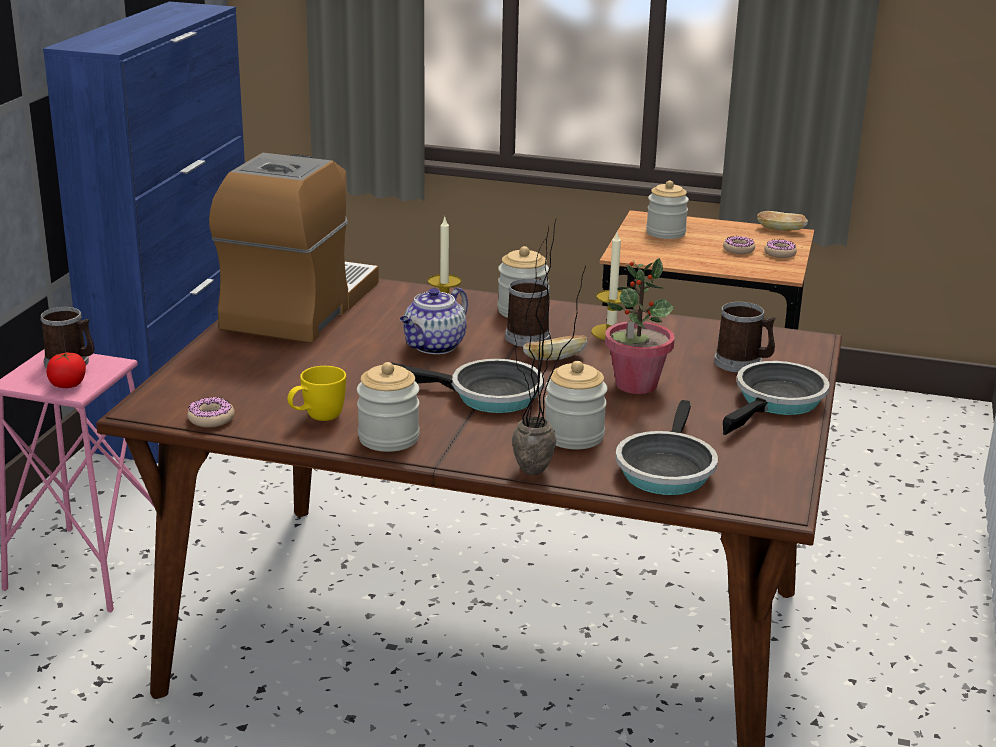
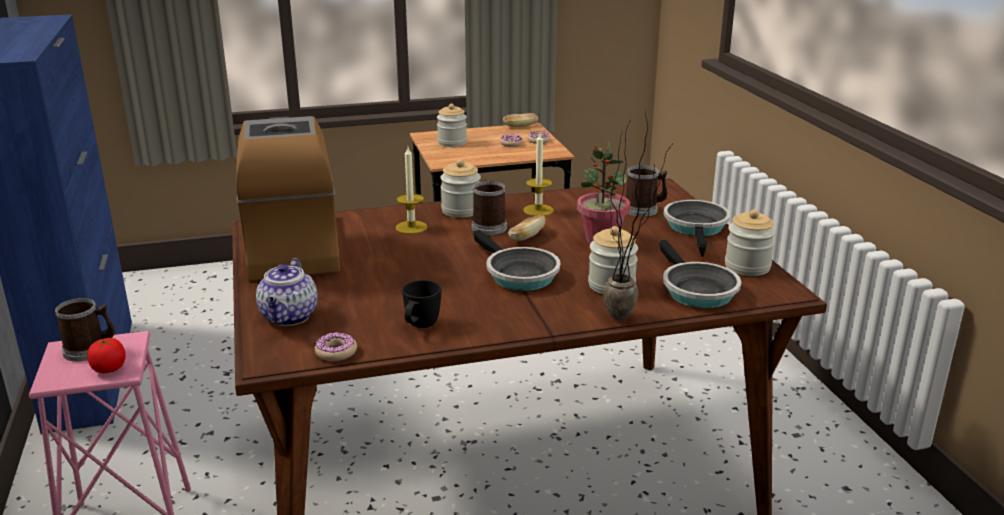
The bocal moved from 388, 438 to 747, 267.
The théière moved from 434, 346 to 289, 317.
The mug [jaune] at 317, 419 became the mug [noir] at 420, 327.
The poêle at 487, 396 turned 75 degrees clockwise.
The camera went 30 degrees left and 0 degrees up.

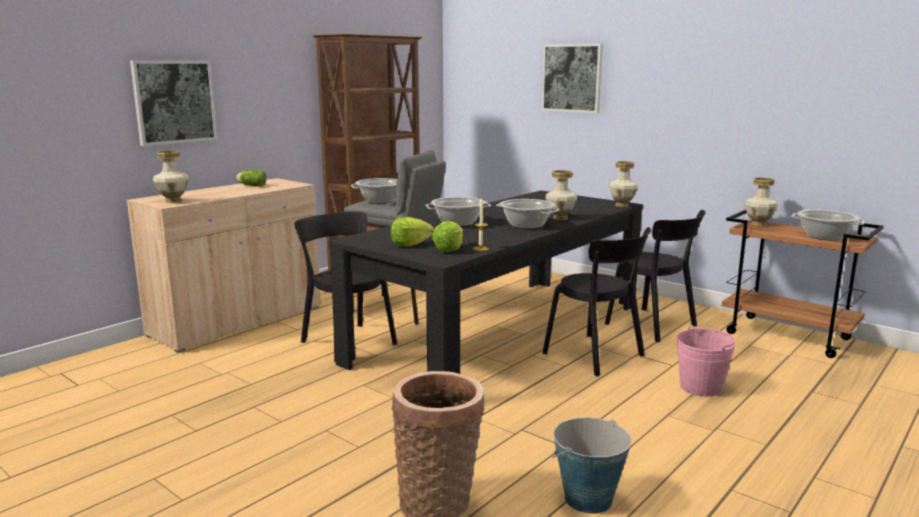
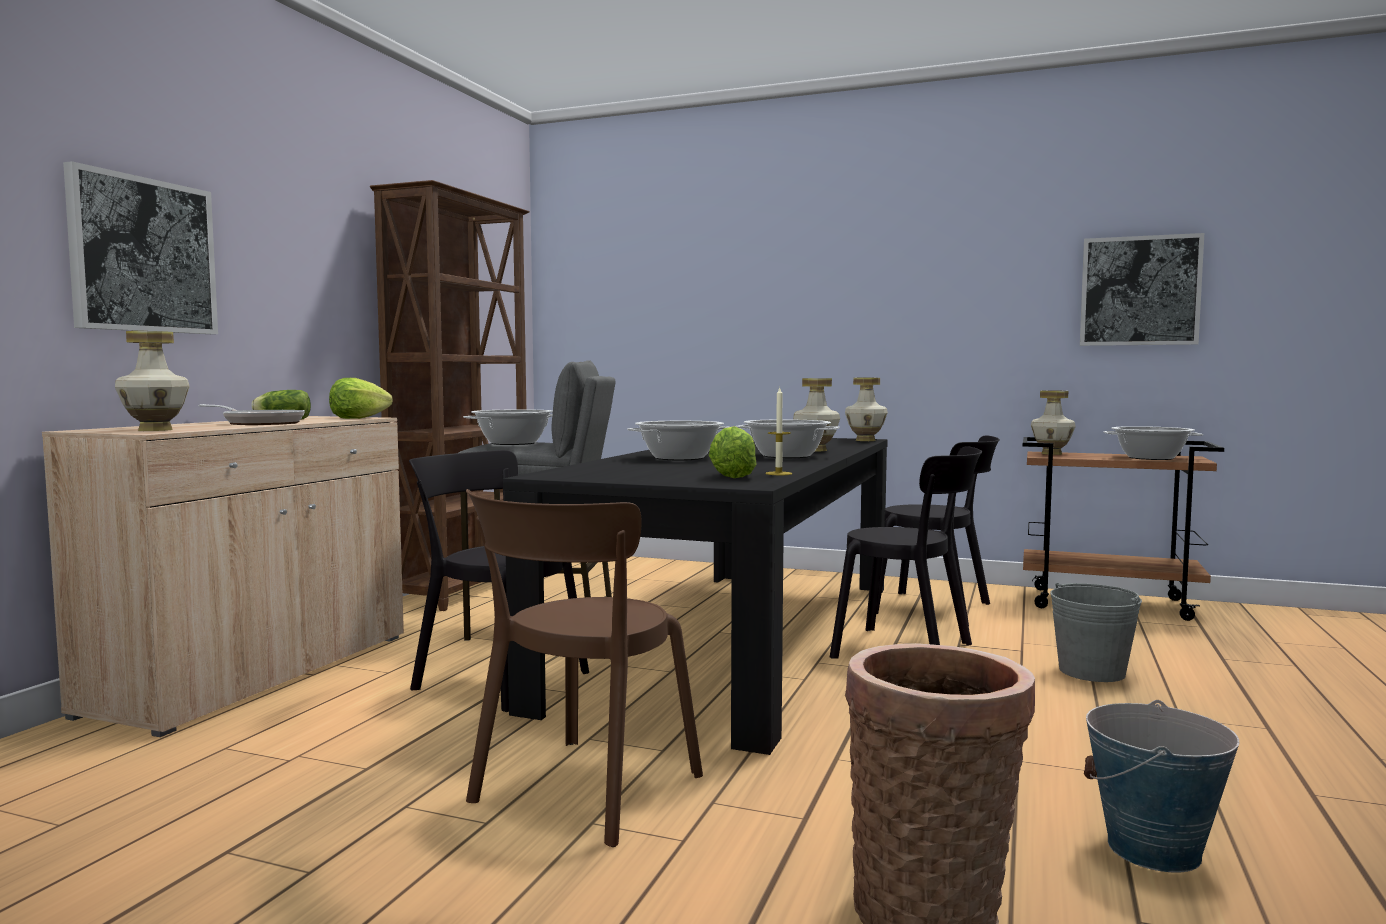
The poêle at 259, 423 appeared.
The chaise [marron] at 581, 793 appeared.
The laitue moved from 410, 244 to 358, 418.
The tableau moved from 572, 78 to 1139, 291.
The seau [rose] at 701, 387 became the seau [gris] at 1092, 671.
The camera went 20 degrees left and 10 degrees down.

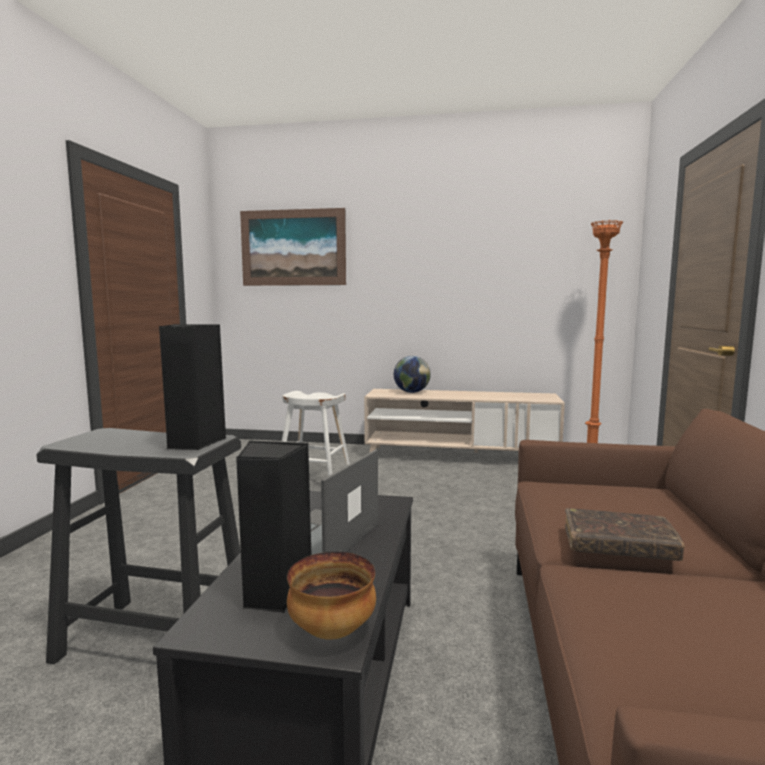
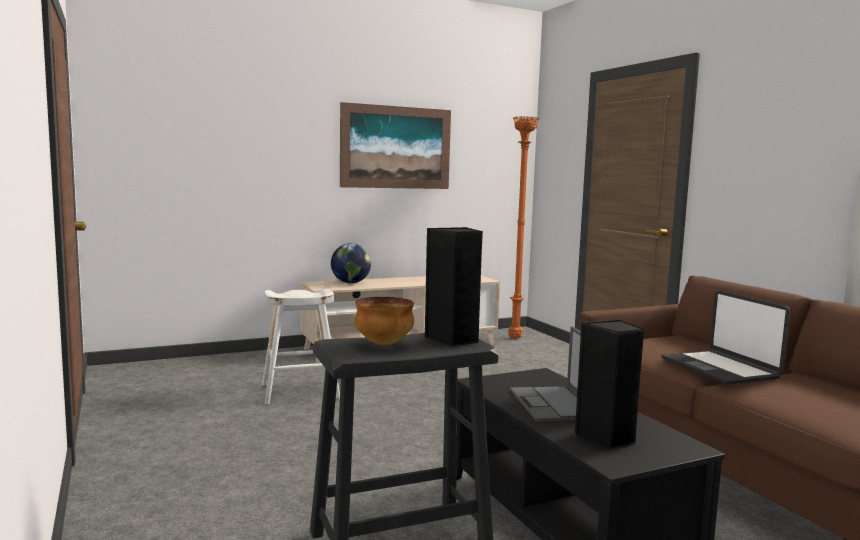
The tableau moved from 293, 248 to 396, 147.
The bol moved from 332, 630 to 383, 344.
The livre [marron] at 618, 545 was replaced by the ordinateur portable at 720, 368.
The camera went 35 degrees left and 0 degrees up.

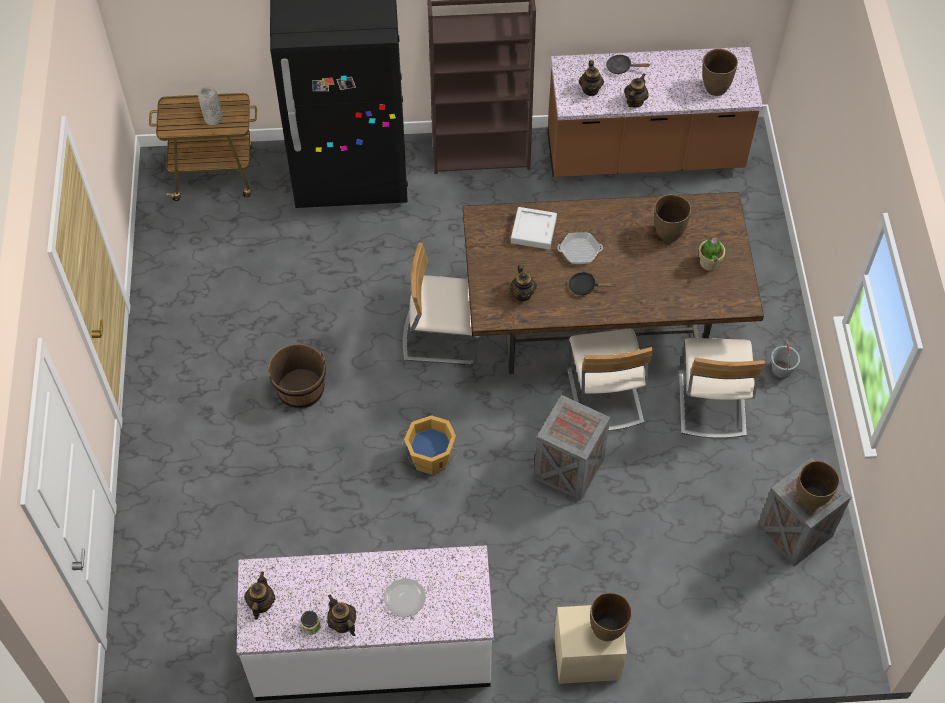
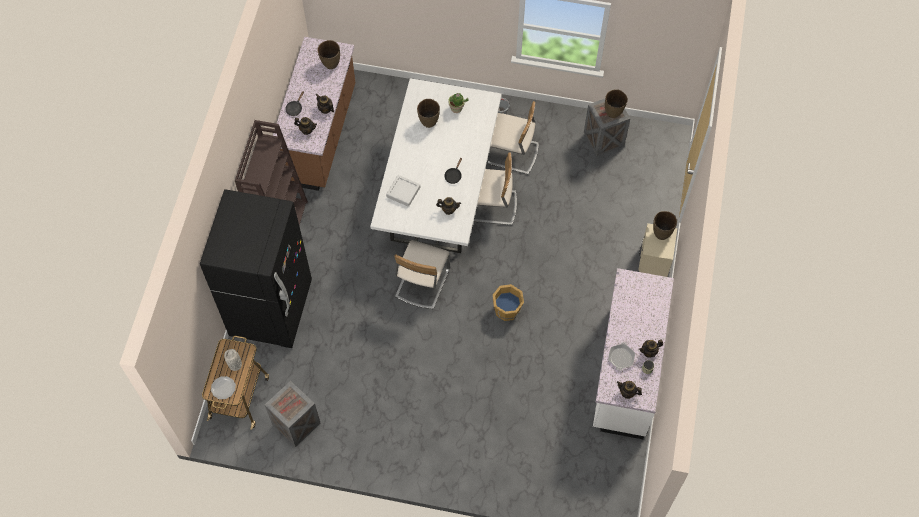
The seau [marron] at 301, 389 disappeared.
The assiette moved from 405, 598 to 223, 388.
The caisse moved from 569, 470 to 297, 424.
The poêle moved from 579, 251 to 621, 357.
The table à manger [marron] at 602, 322 became the table à manger [blanc] at 438, 193.
The camera went 75 degrees left and 5 degrees up.

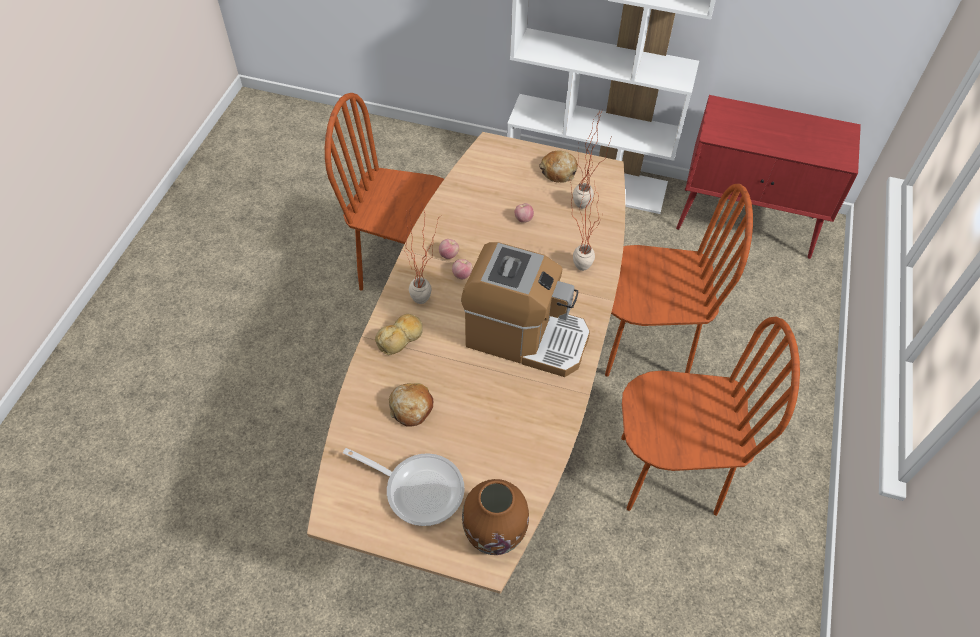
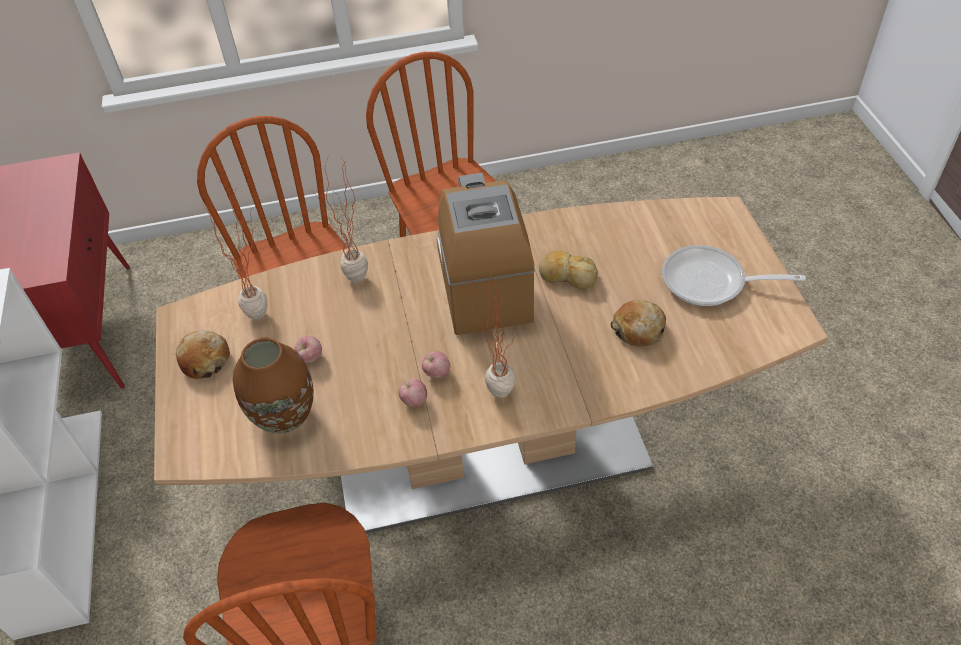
The pain moved from 400, 338 to 567, 276.
The vase [marron] moved from 494, 533 to 283, 416.
The poêle at 418, 488 turned 75 degrees counterclockwise.
The camera went 115 degrees left and 5 degrees down.

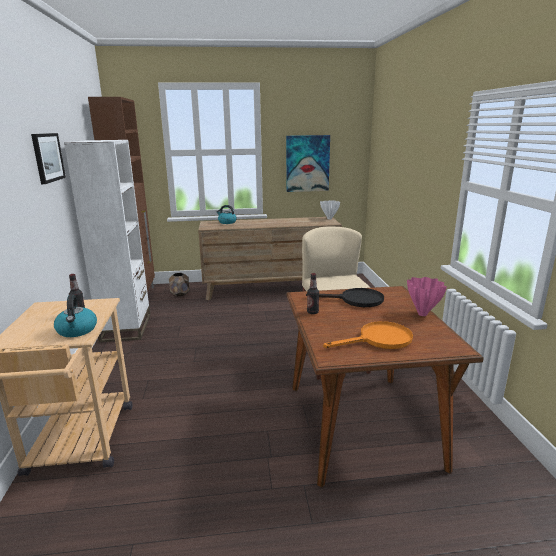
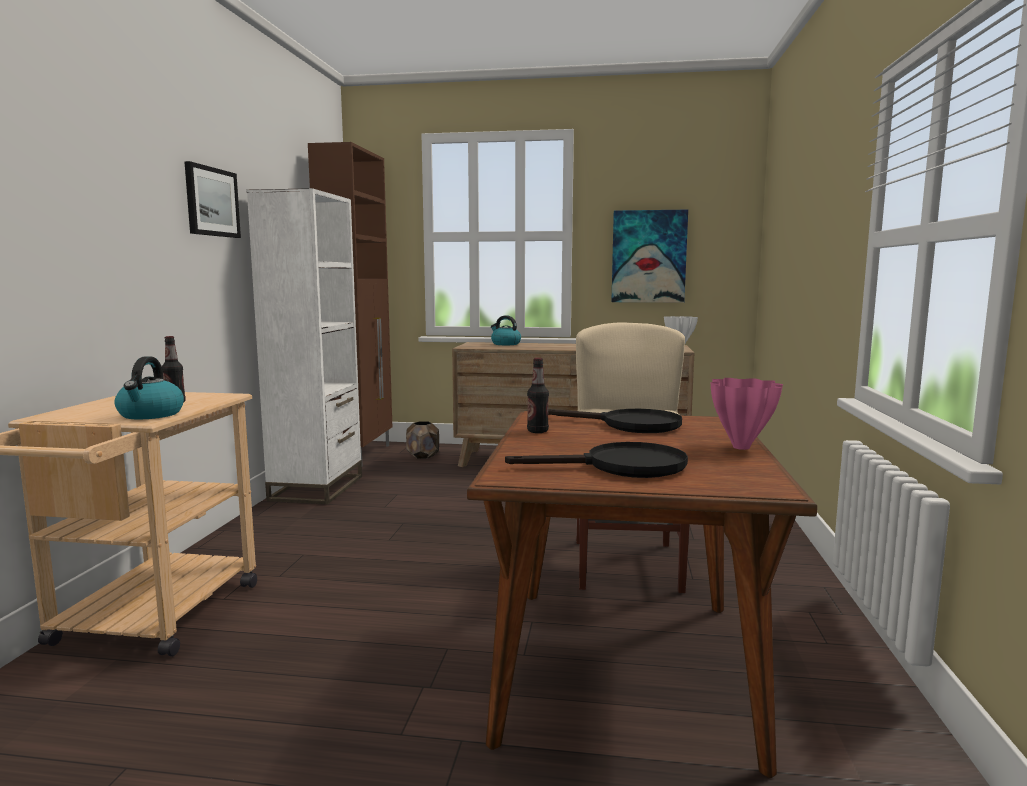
The poêle [orange] at 379, 340 became the poêle [noir] at 621, 467.
The camera went 15 degrees right and 10 degrees down.

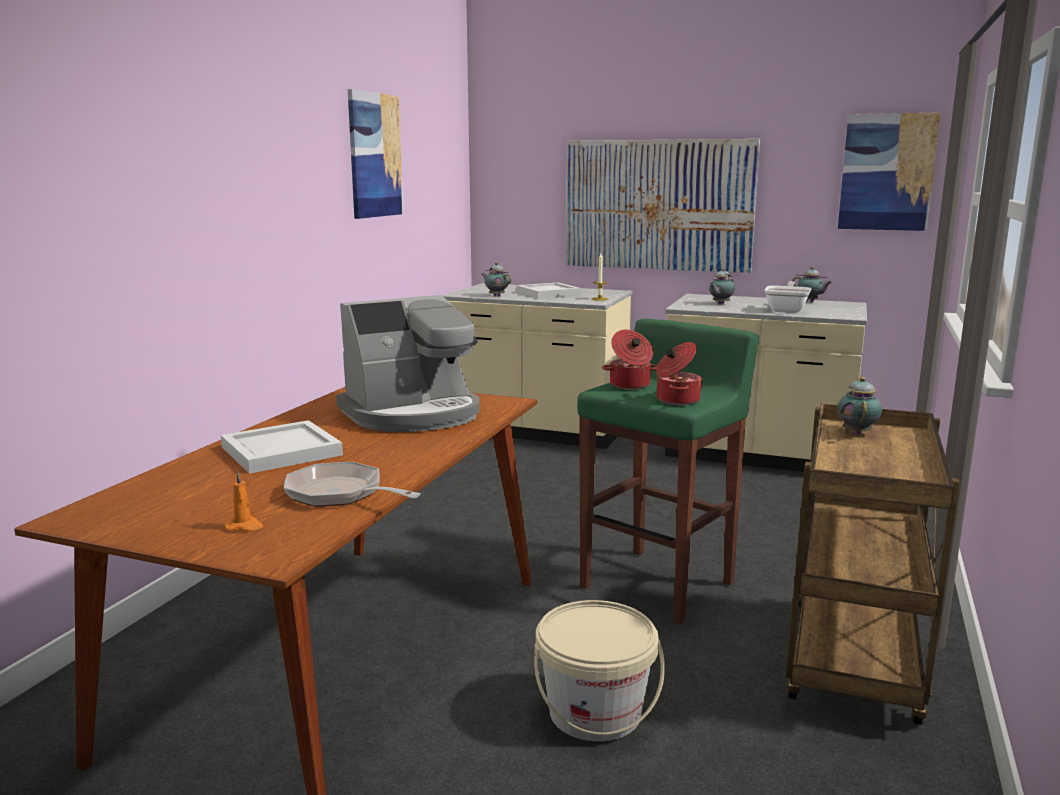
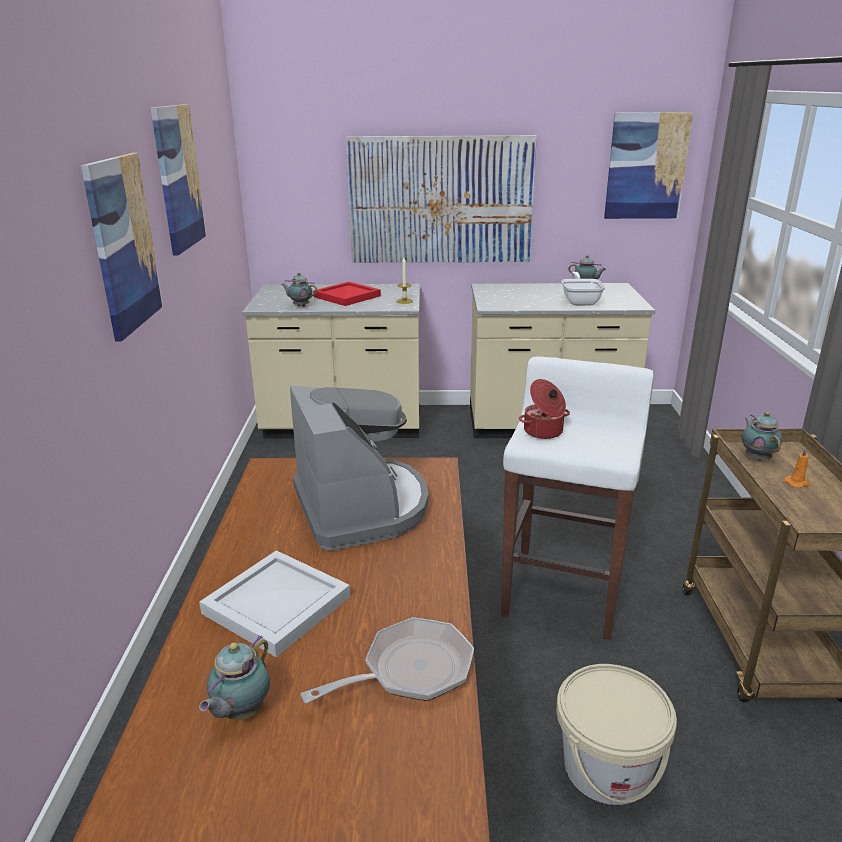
The marmite at 676, 400 disappeared.
The tableau at 123, 244 appeared.
The bougie [orange] moved from 245, 527 to 797, 483.
The théière moved from 720, 304 to 240, 712.
The plateau [blanc] at 549, 293 became the plateau [rouge] at 348, 296.
The tabouret [vert] at 659, 584 became the tabouret [blanc] at 563, 595.
The poêle at 340, 494 turned 135 degrees clockwise.
The machine à café at 413, 414 turned 60 degrees counterclockwise.
The camera went 20 degrees left and 10 degrees up.

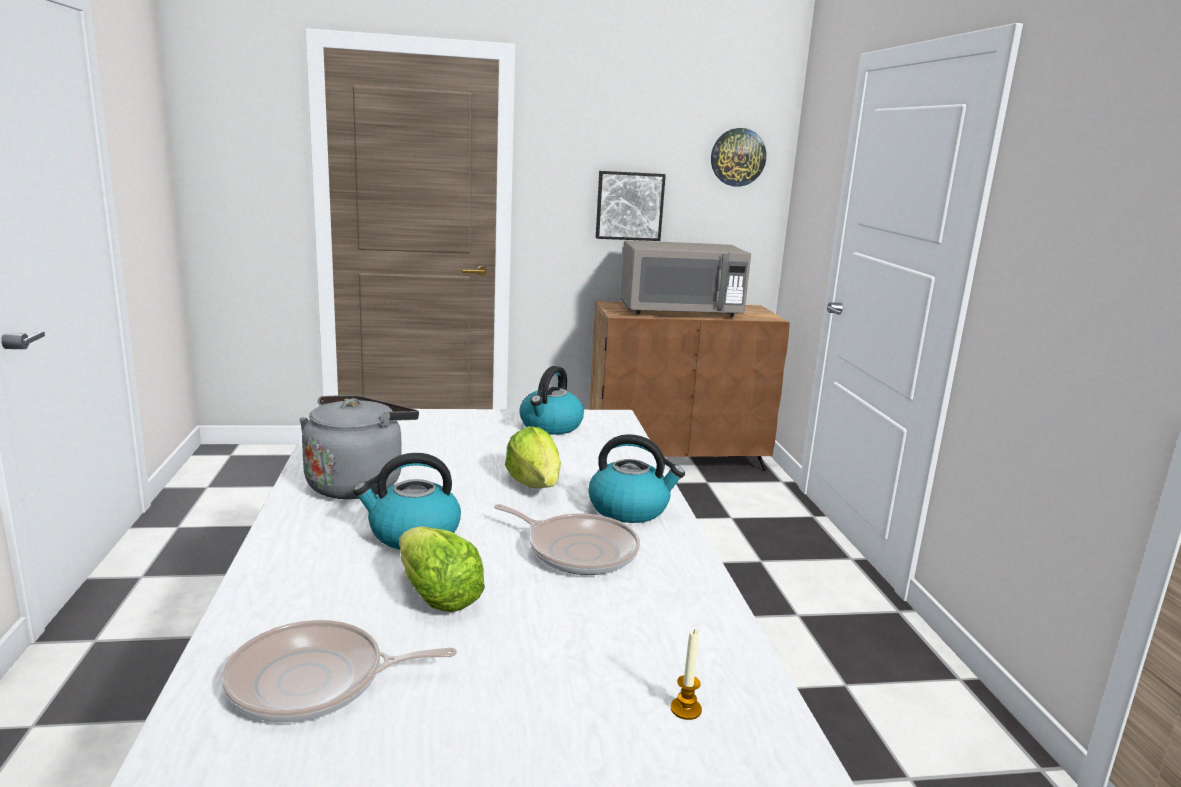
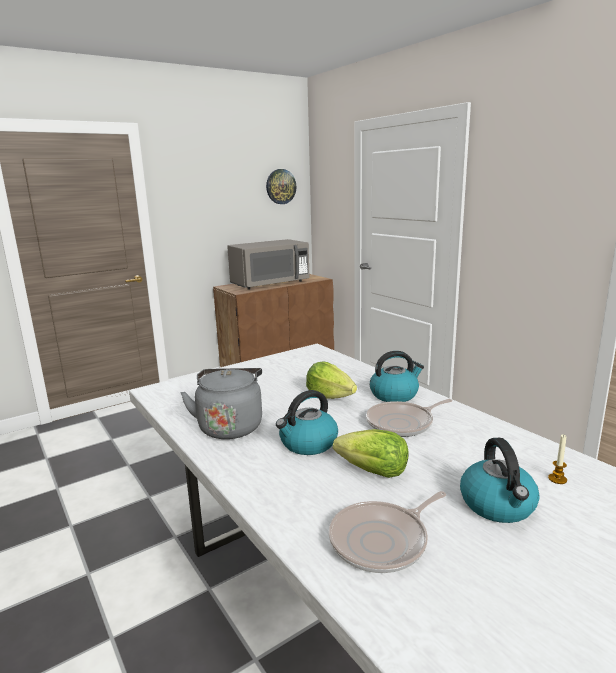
The tableau at 629, 206 disappeared.
The bouilloire moved from 550, 426 to 498, 505.
The poêle at 577, 550 turned 150 degrees clockwise.
The camera went 25 degrees left and 0 degrees up.

